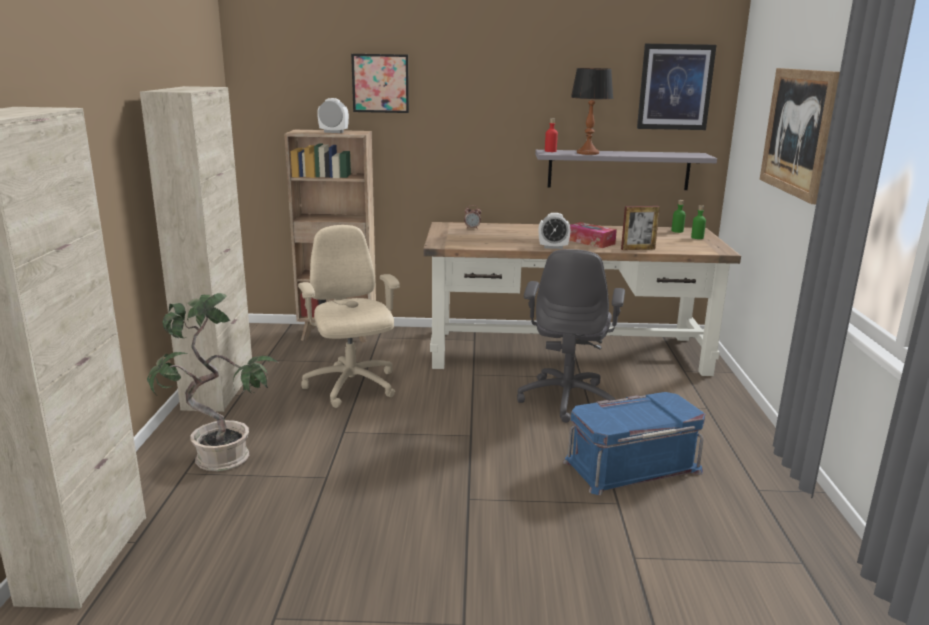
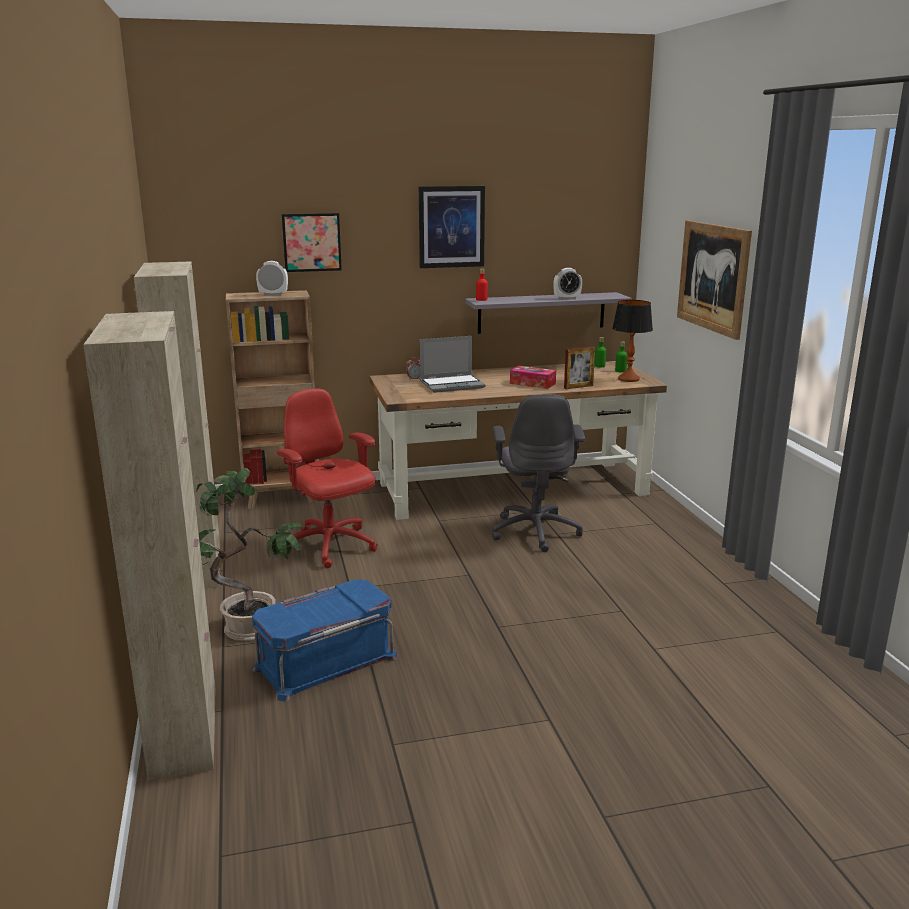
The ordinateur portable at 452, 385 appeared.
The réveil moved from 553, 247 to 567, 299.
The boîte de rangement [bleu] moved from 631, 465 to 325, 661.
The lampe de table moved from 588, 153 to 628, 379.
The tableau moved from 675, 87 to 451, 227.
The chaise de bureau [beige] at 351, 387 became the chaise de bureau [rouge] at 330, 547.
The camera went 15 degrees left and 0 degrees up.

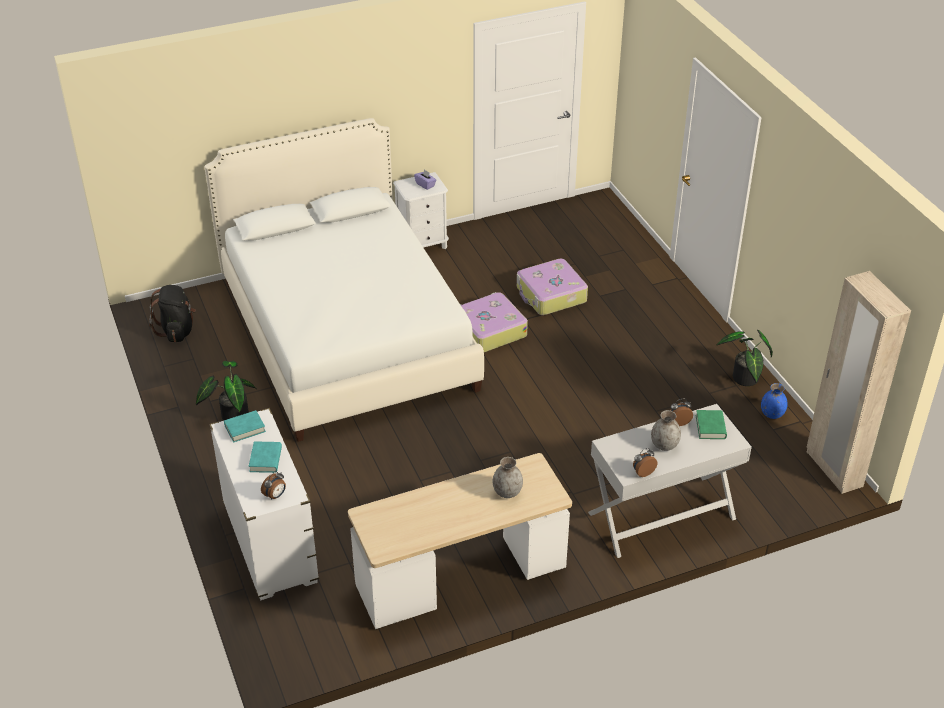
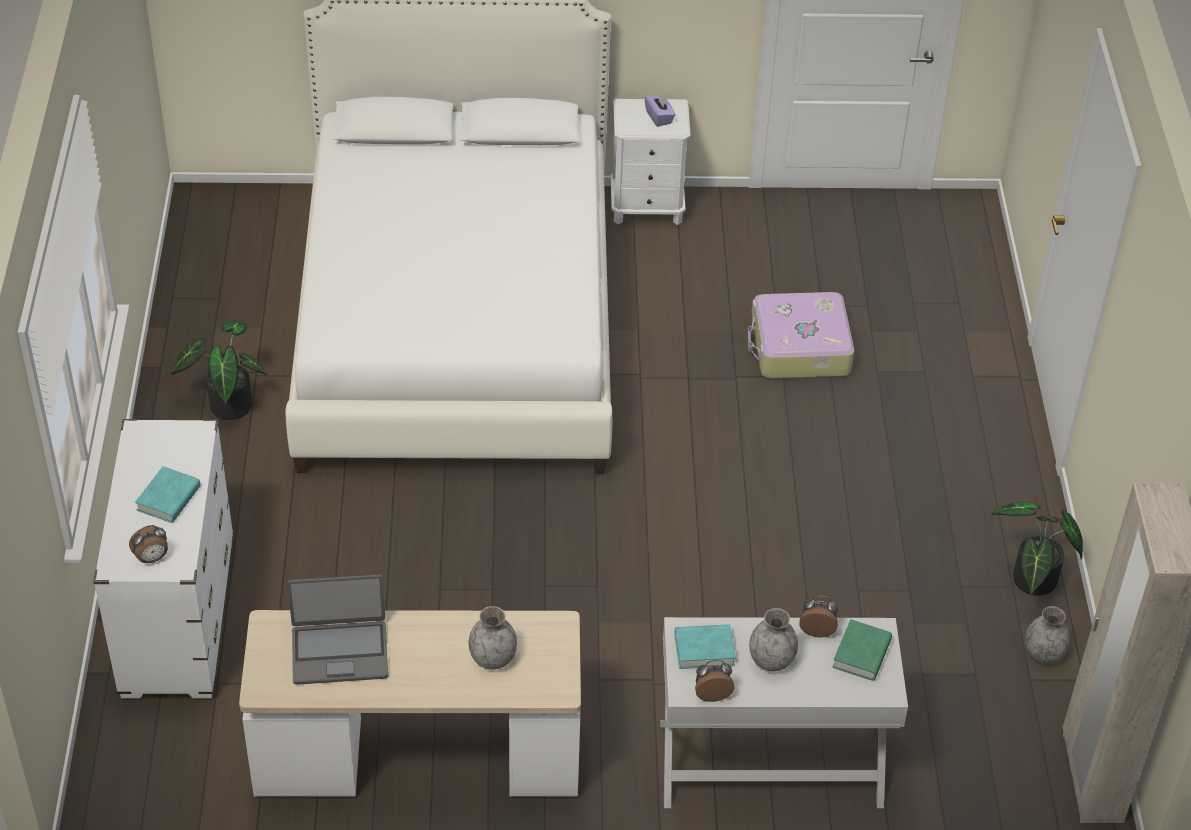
The sac à dos [noir] at 177, 330 disappeared.
The valise at 489, 330 disappeared.
The ordinateur portable at 339, 652 appeared.
The livre [turquoise] moved from 245, 428 to 704, 650.
The vase [bleu] at 771, 414 became the vase [gris] at 1043, 653.
The camera went 20 degrees right and 5 degrees up.

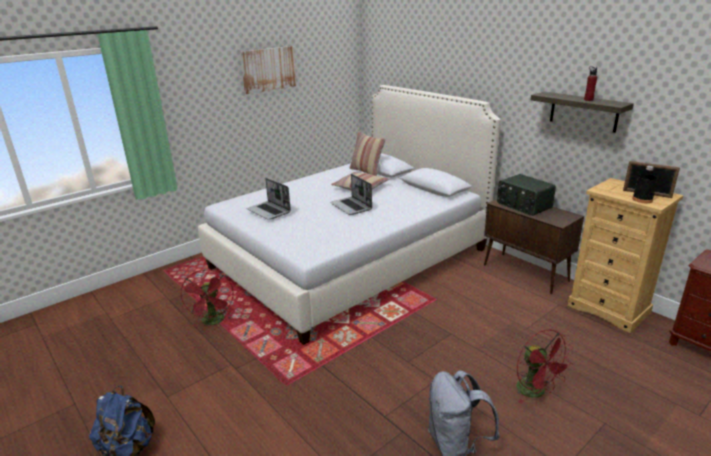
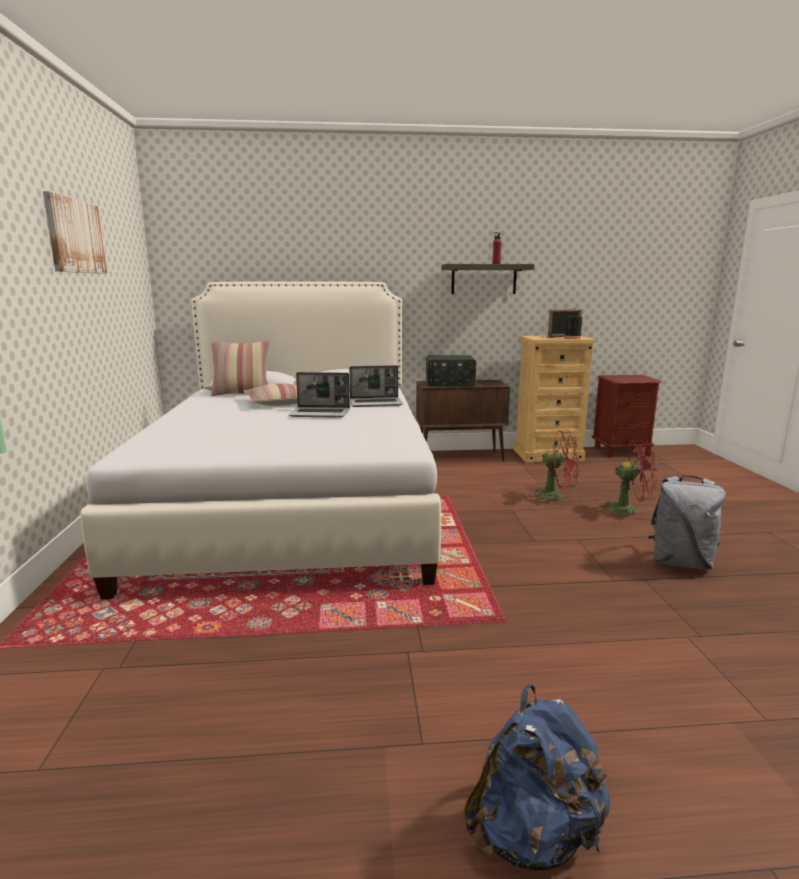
The ventilateur [rouge] moved from 213, 322 to 556, 496.
The ordinateur portable moved from 269, 211 to 376, 403.
The camera went 55 degrees left and 10 degrees down.

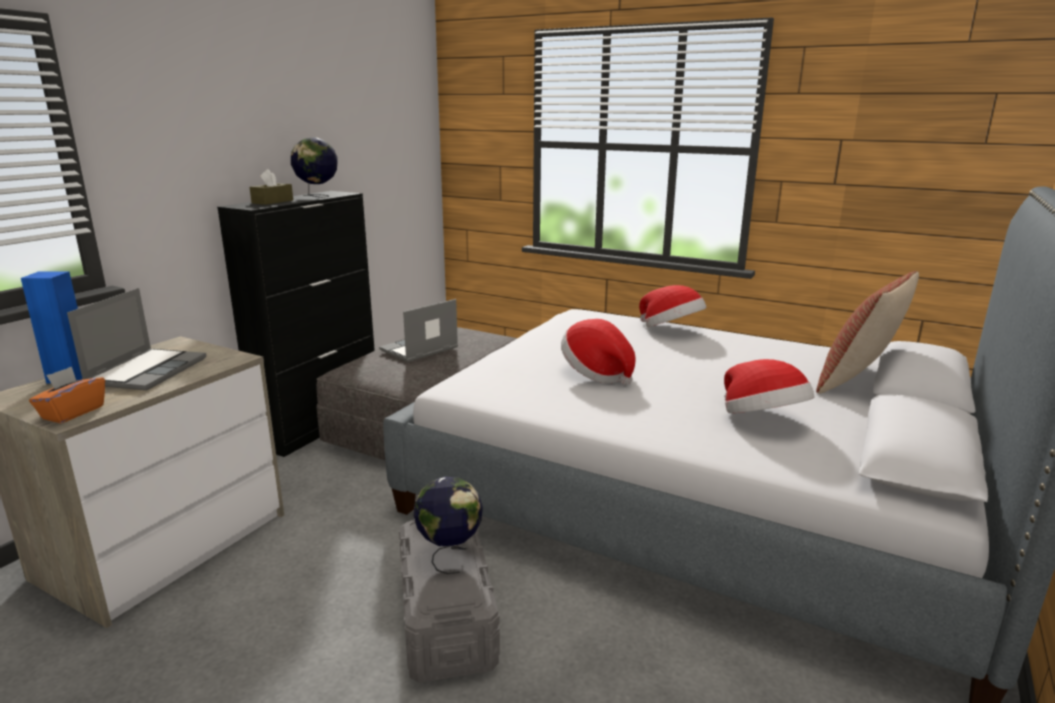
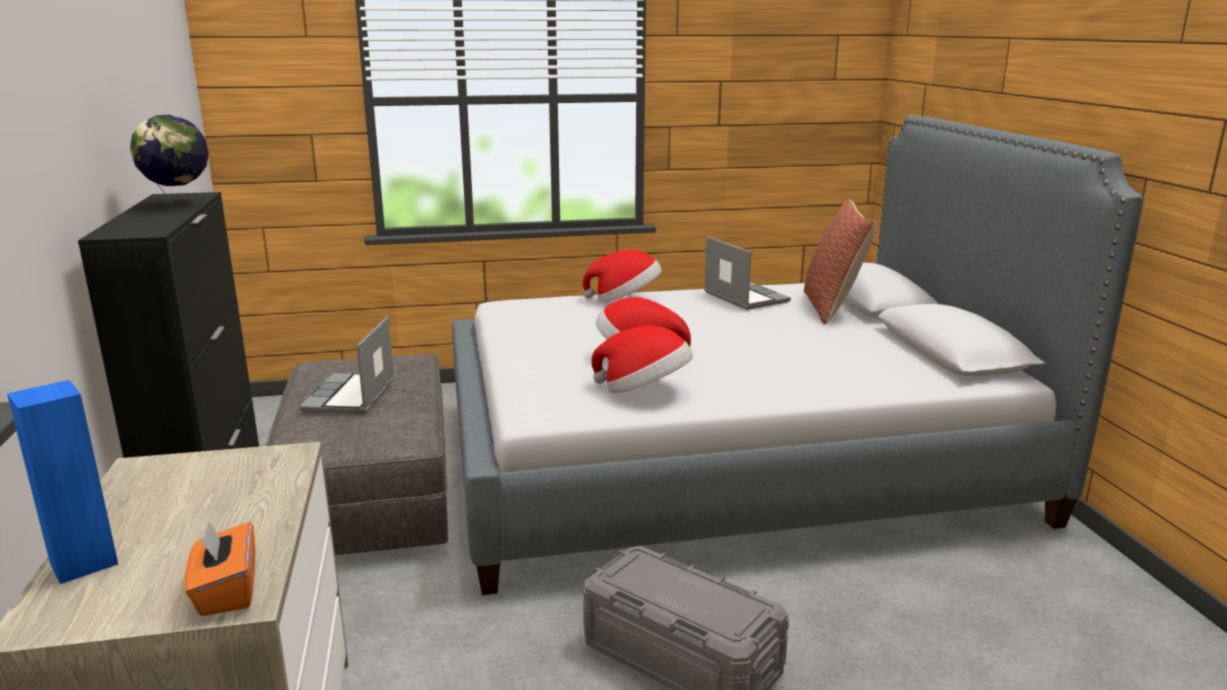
The boîte à mouchoirs [marron] at 272, 201 disappeared.
The globe at 450, 555 disappeared.
The ordinateur portable moved from 147, 371 to 744, 297.
The chapeau moved from 762, 420 to 644, 391.
The camera went 40 degrees left and 0 degrees up.

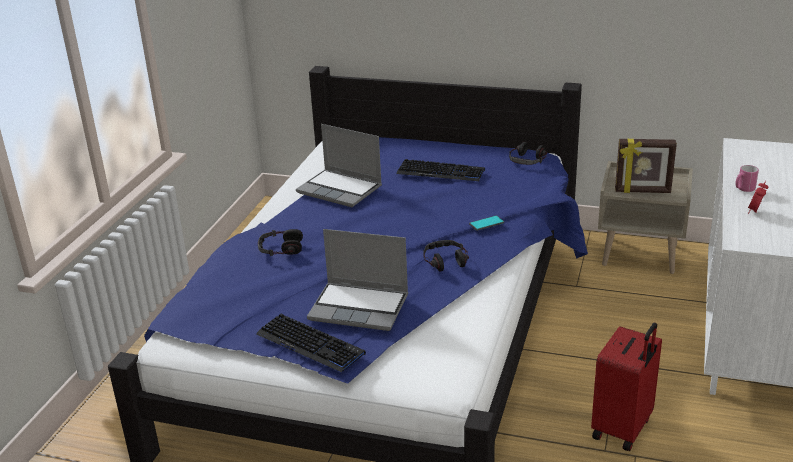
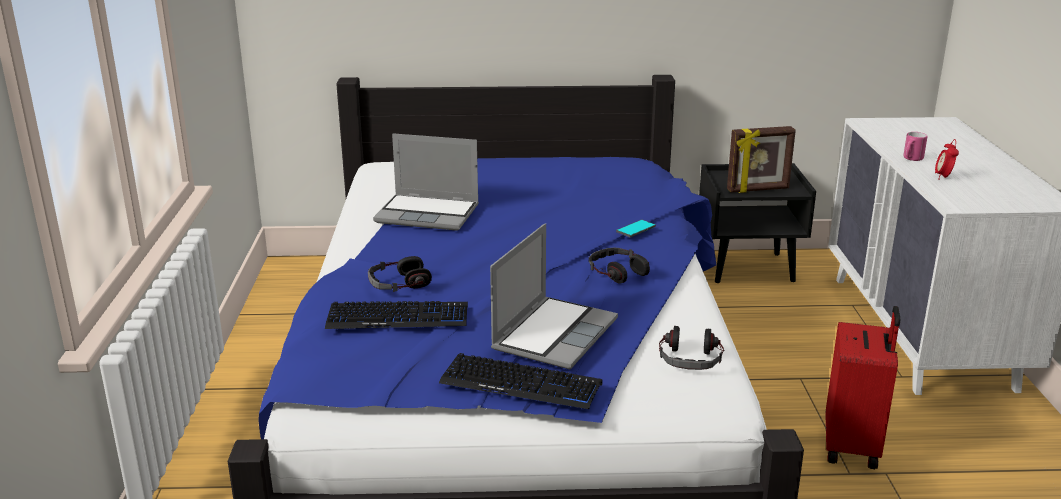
The clavier moved from 441, 172 to 398, 317.
The casque audio moved from 527, 160 to 690, 358.
The table de chevet [beige] at 640, 254 became the table de chevet [noir] at 748, 267.
The ordinateur portable at 360, 307 turned 60 degrees counterclockwise.
The camera went 20 degrees left and 5 degrees down.

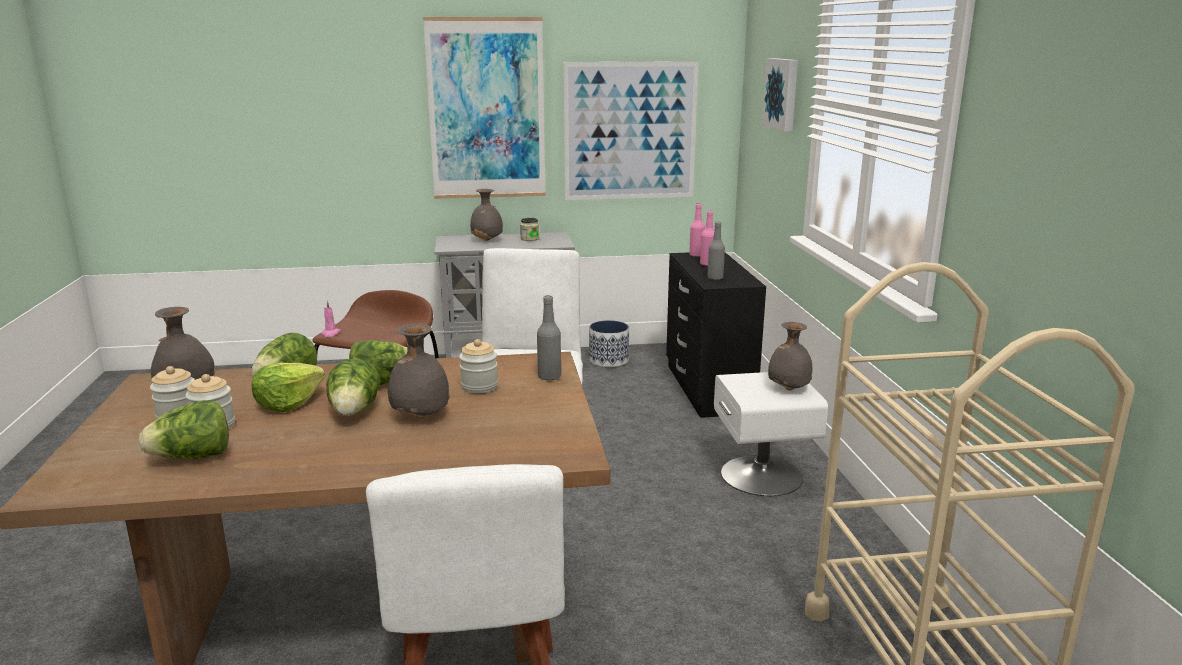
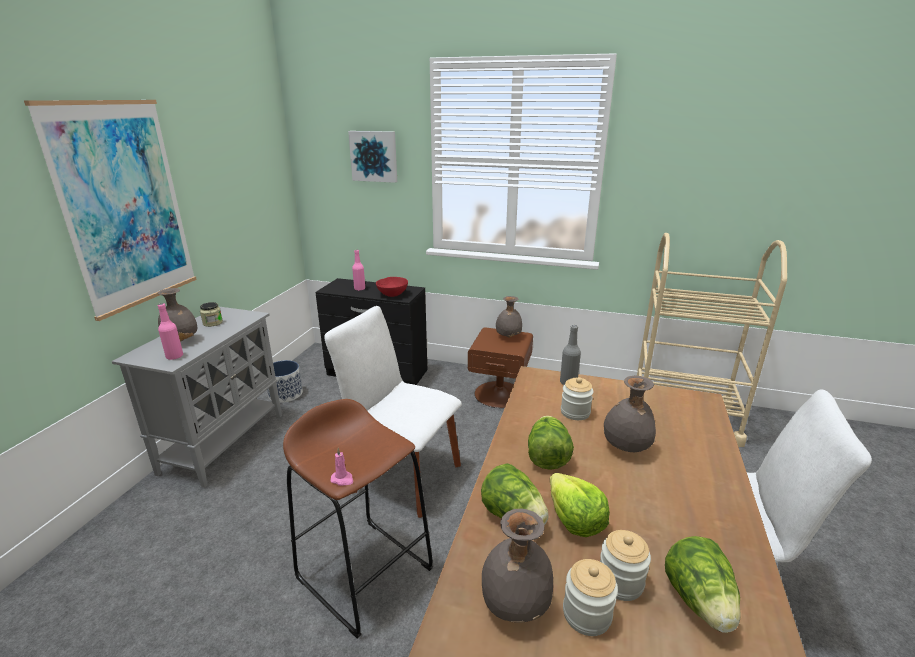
The laitue at 354, 412 disappeared.
The tableau at 630, 131 disappeared.
The bouteille [rose] moved from 696, 255 to 174, 356.
The bouteille [gris] at 715, 278 was replaced by the bol [rouge] at 392, 294.
The table de chevet [blanc] at 762, 475 became the table de chevet [marron] at 499, 393.
The camera went 65 degrees left and 5 degrees up.

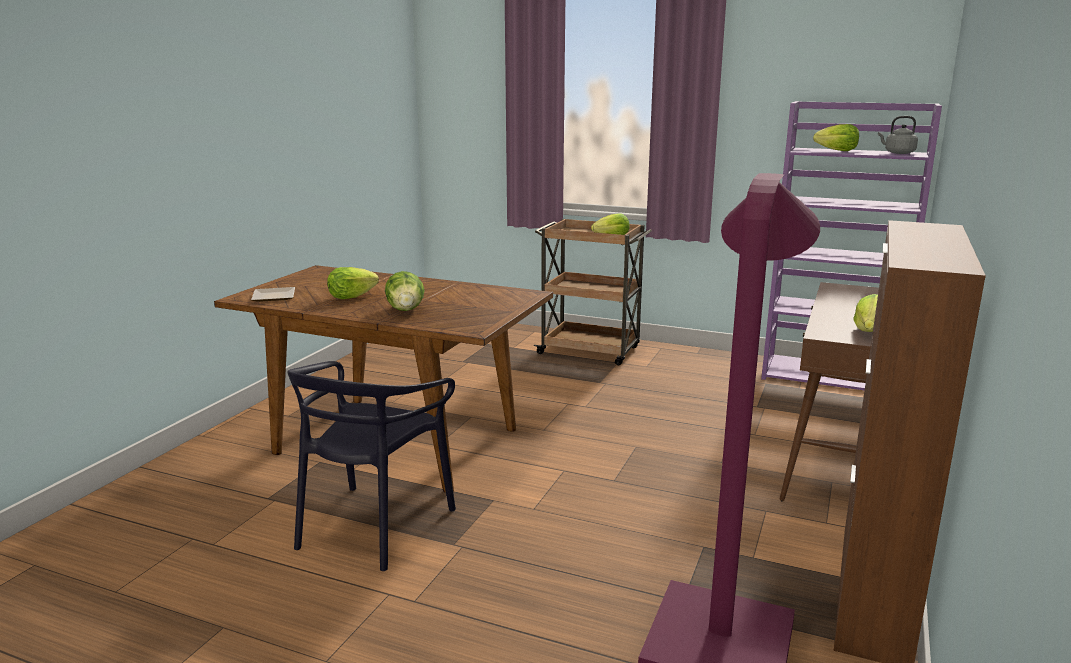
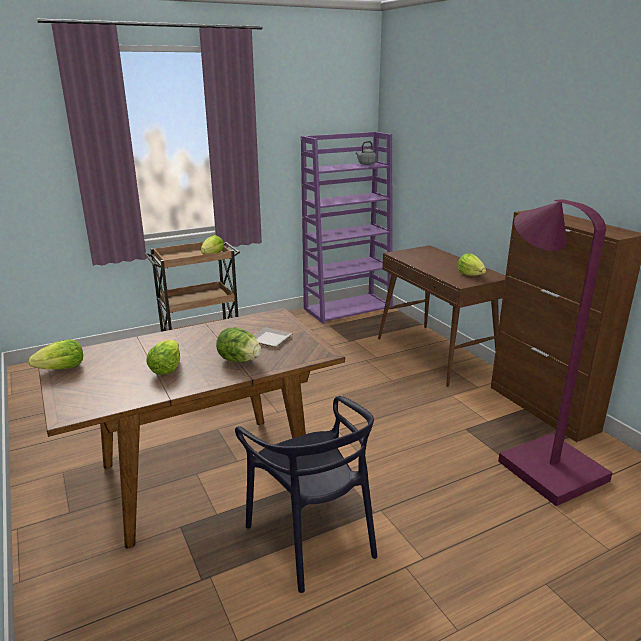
The assiette moved from 275, 297 to 271, 339.
The laitue moved from 837, 151 to 62, 369.
The camera went 50 degrees left and 5 degrees up.

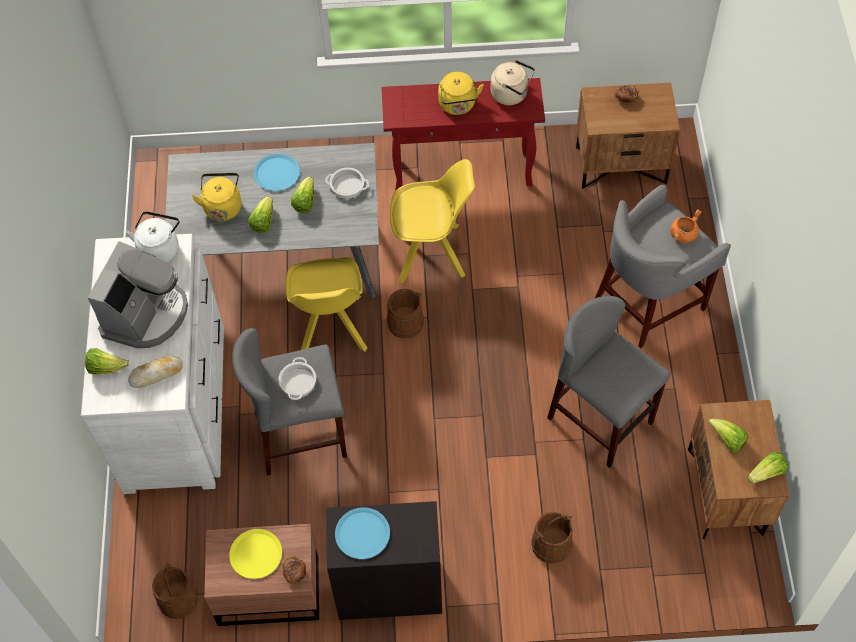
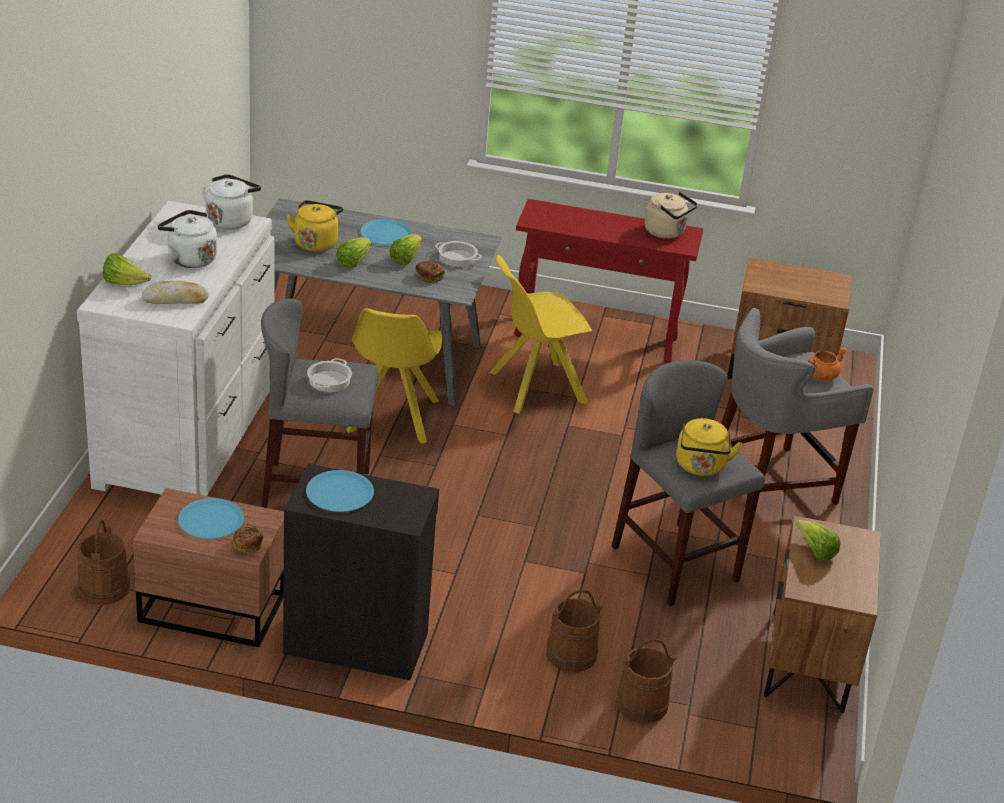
The laitue at 766, 473 disappeared.
The seau [marron] moved from 405, 322 to 642, 704.
The bouilloire [jaune] moved from 458, 106 to 701, 467.
The pain moved from 625, 98 to 429, 277.
The machine à café at 146, 314 was replaced by the bouilloire [blanc] at 189, 259.
The assiette [jaune] at 255, 554 became the assiette [bleu] at 211, 520.
The chaise [jaune] at 432, 253 turned 150 degrees clockwise.
The camera went 10 degrees right and 25 degrees down.

